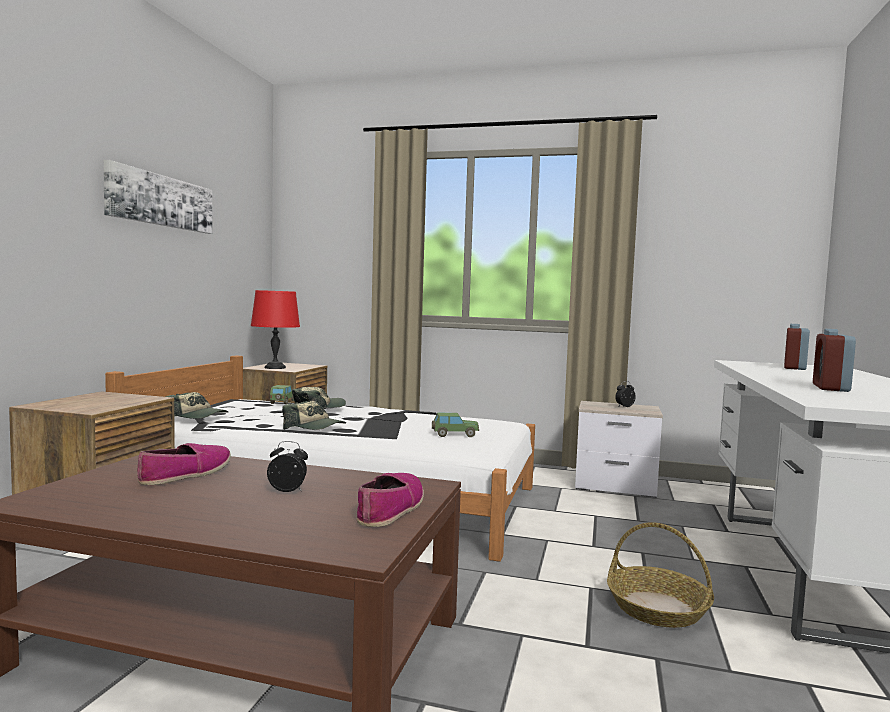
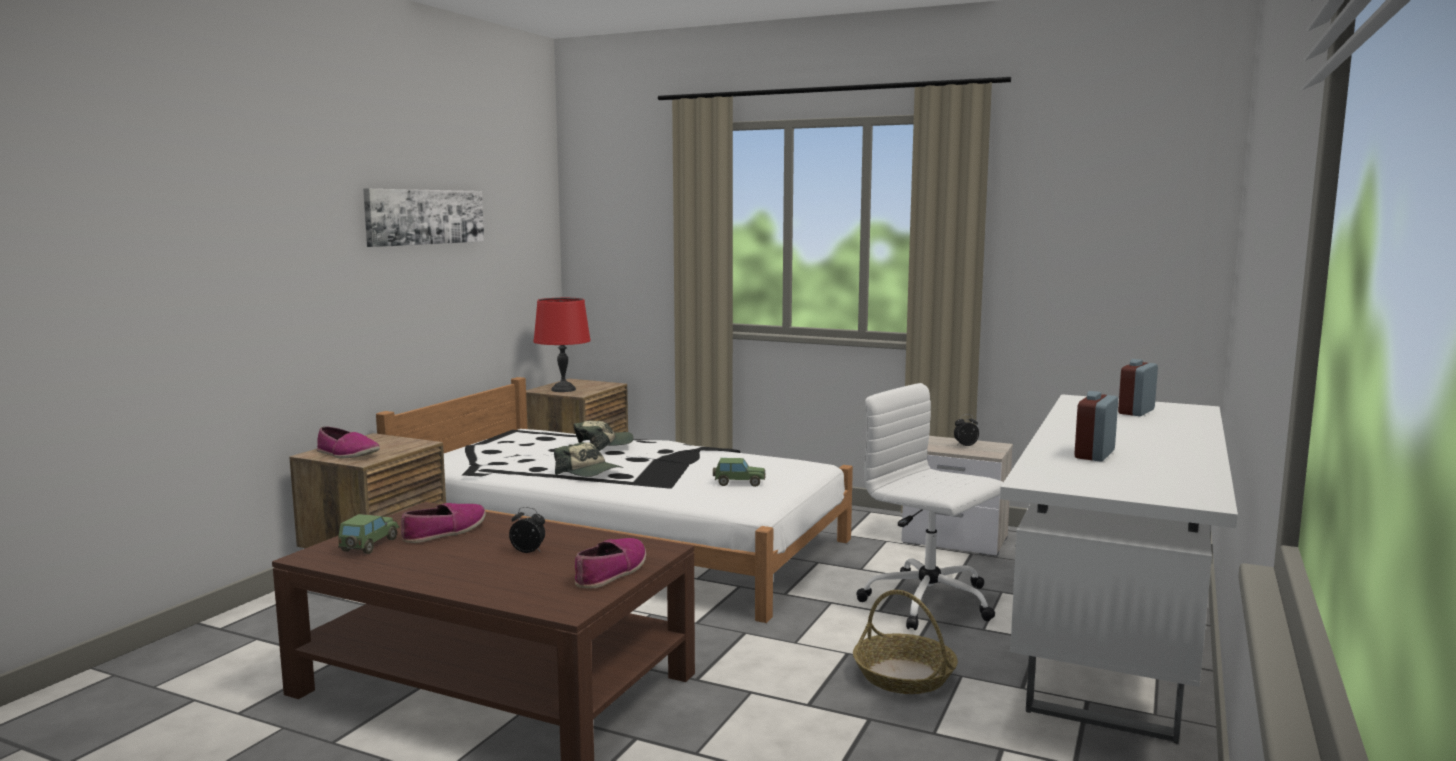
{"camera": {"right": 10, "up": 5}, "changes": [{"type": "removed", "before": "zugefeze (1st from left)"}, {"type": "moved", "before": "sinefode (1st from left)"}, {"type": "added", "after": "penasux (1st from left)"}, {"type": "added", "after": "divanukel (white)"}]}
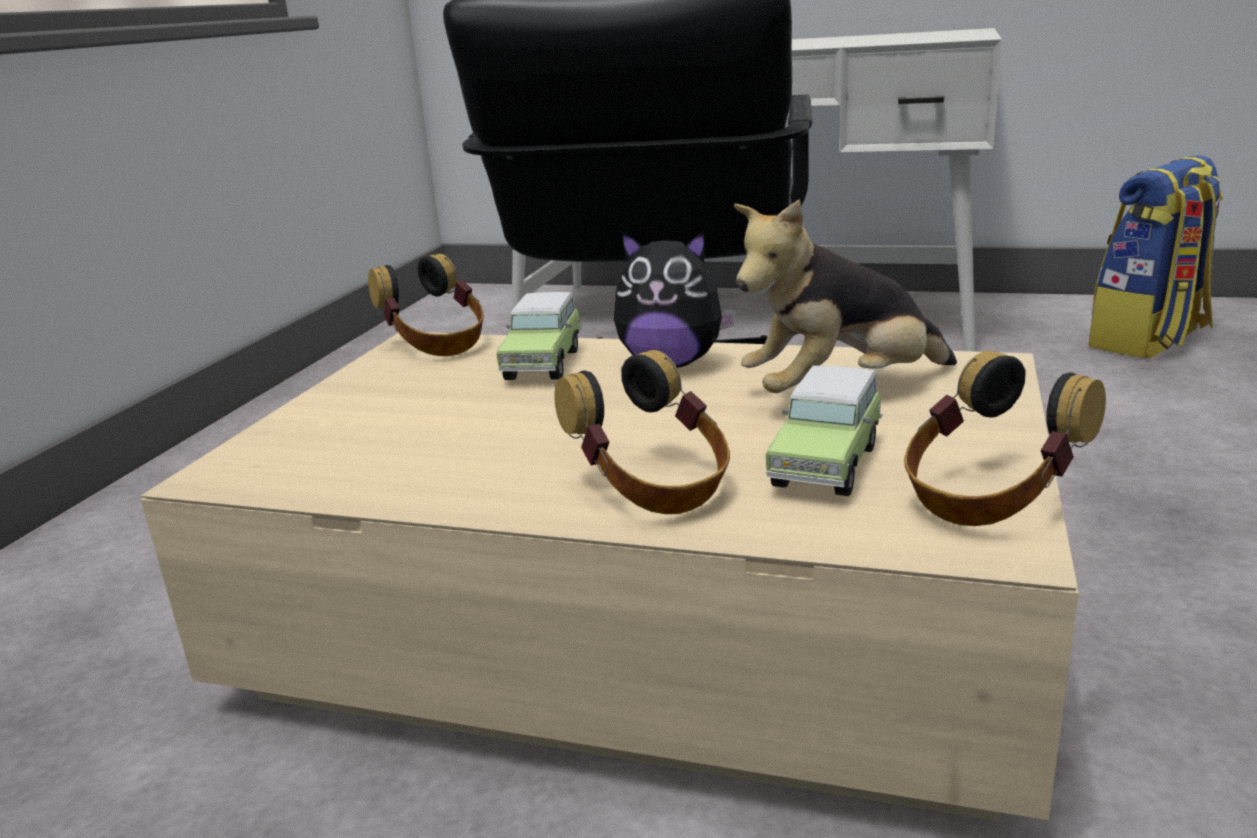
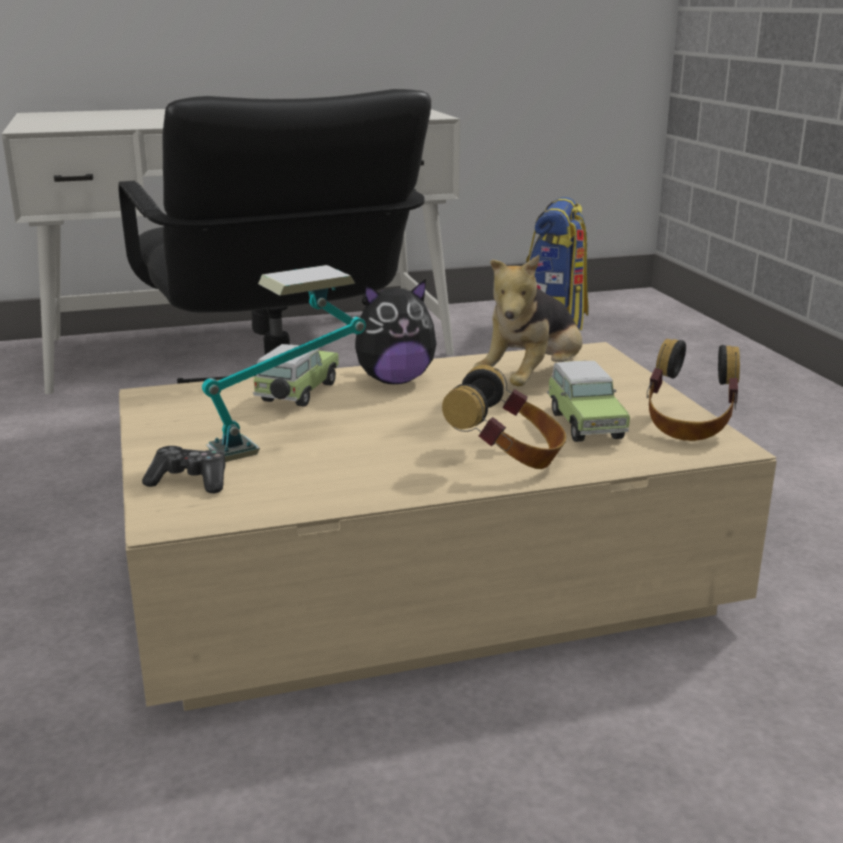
{"camera": {"right": -35, "up": 0}, "changes": [{"type": "removed", "before": "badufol (1st from left)"}, {"type": "turned", "before": "sinefode (1st from left)", "turn": -135}, {"type": "added", "after": "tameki"}, {"type": "added", "after": "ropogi"}]}
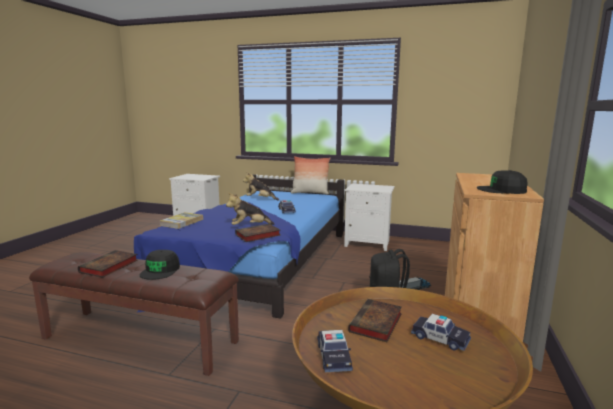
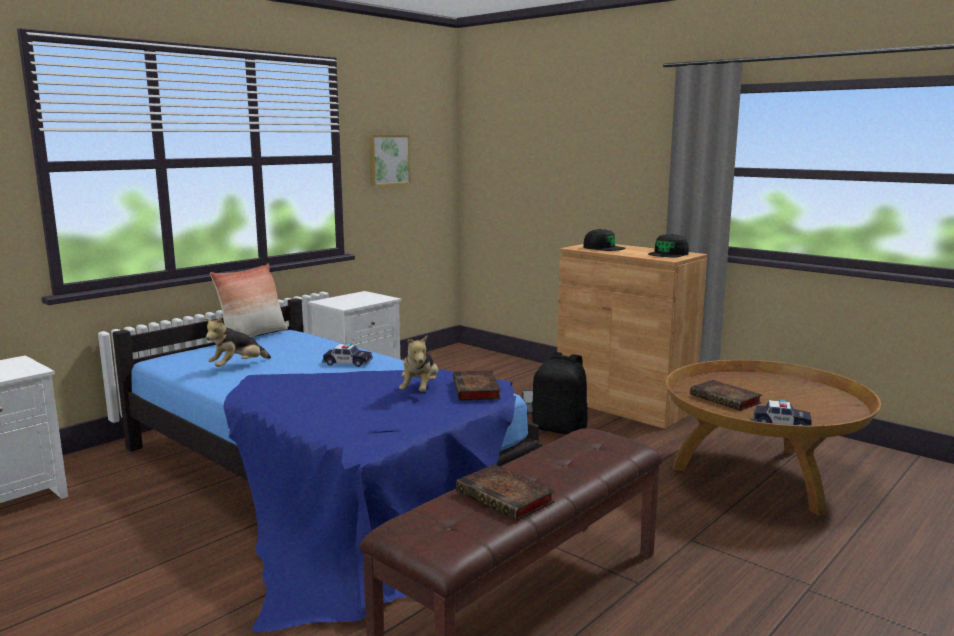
{"camera": {"right": -65, "up": 0}, "changes": [{"type": "moved", "before": "zugefeze (black) (1st from left)"}, {"type": "removed", "before": "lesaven (2nd from left)"}, {"type": "removed", "before": "sinefode (3rd from left)"}, {"type": "added", "after": "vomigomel"}]}
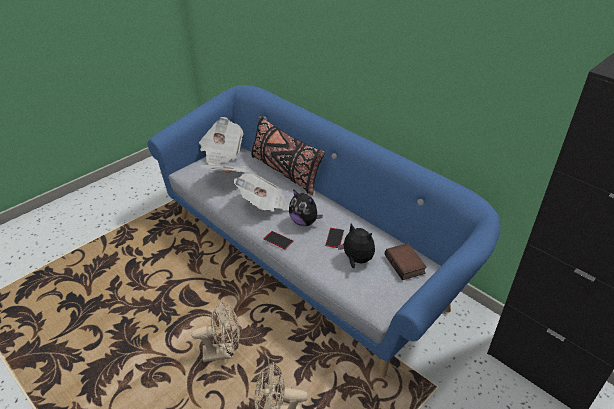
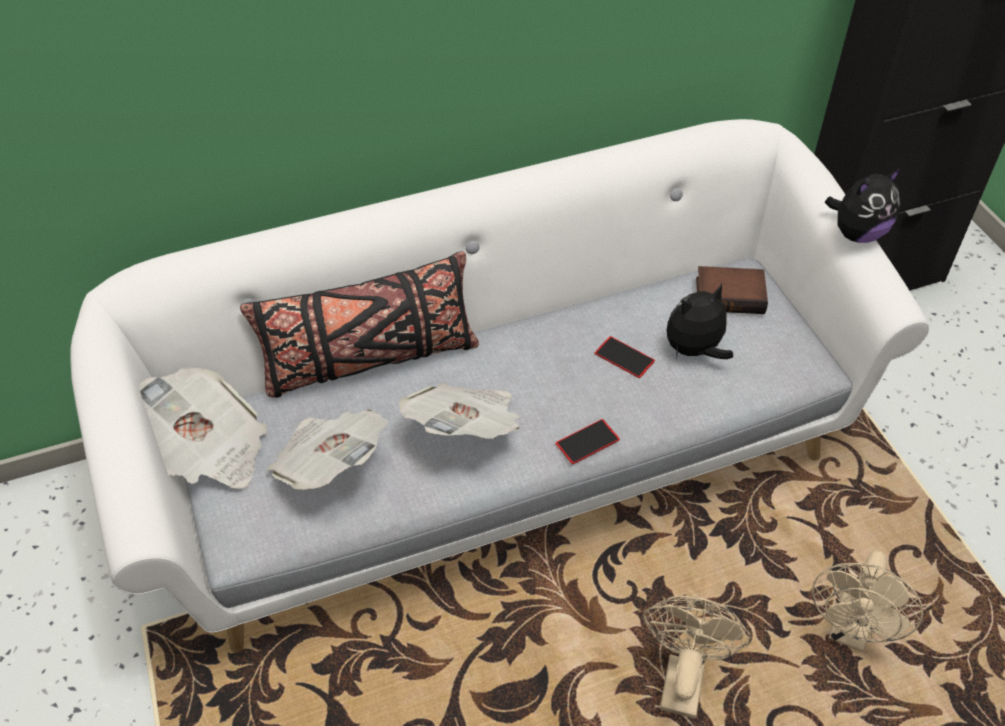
{"camera": {"right": -65, "up": 10}, "changes": [{"type": "recoloured", "before": "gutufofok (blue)", "after": "gutufofok (white)"}, {"type": "moved", "before": "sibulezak (1st from left in the first image)", "after": "sibulezak (2nd from left)"}]}
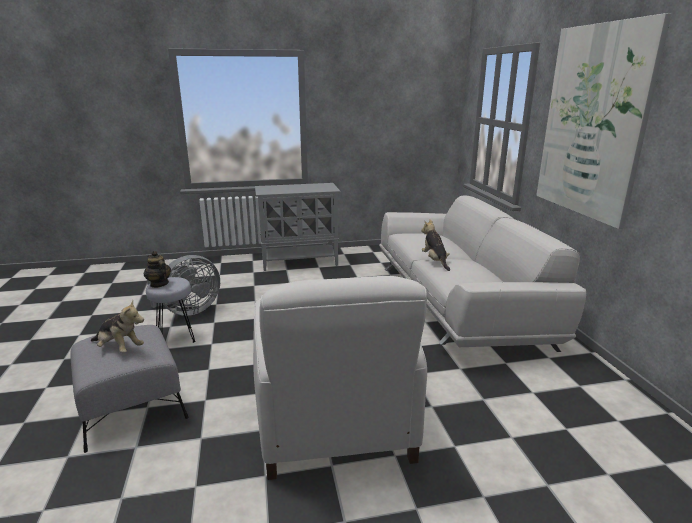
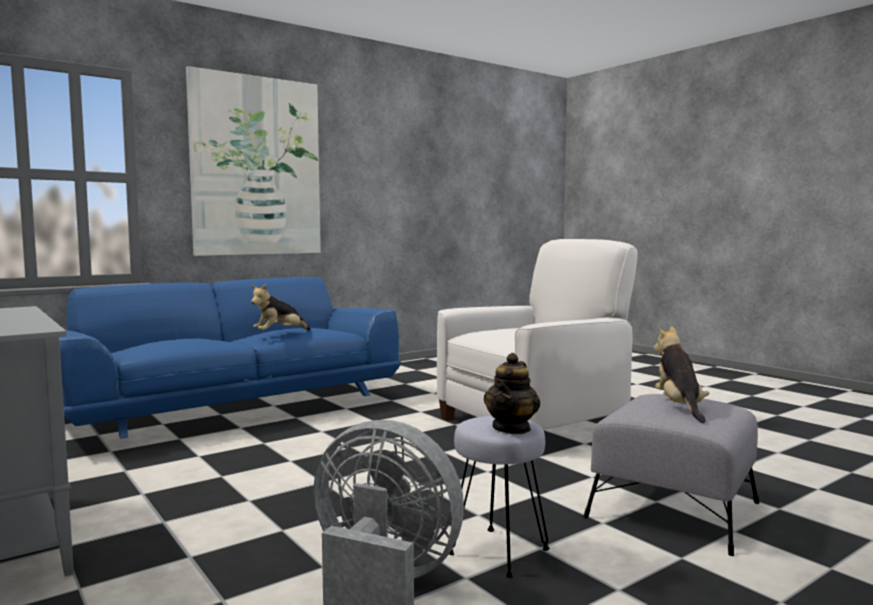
{"camera": {"right": -115, "up": -15}, "changes": [{"type": "recoloured", "before": "gutufofok (white)", "after": "gutufofok (blue)"}]}
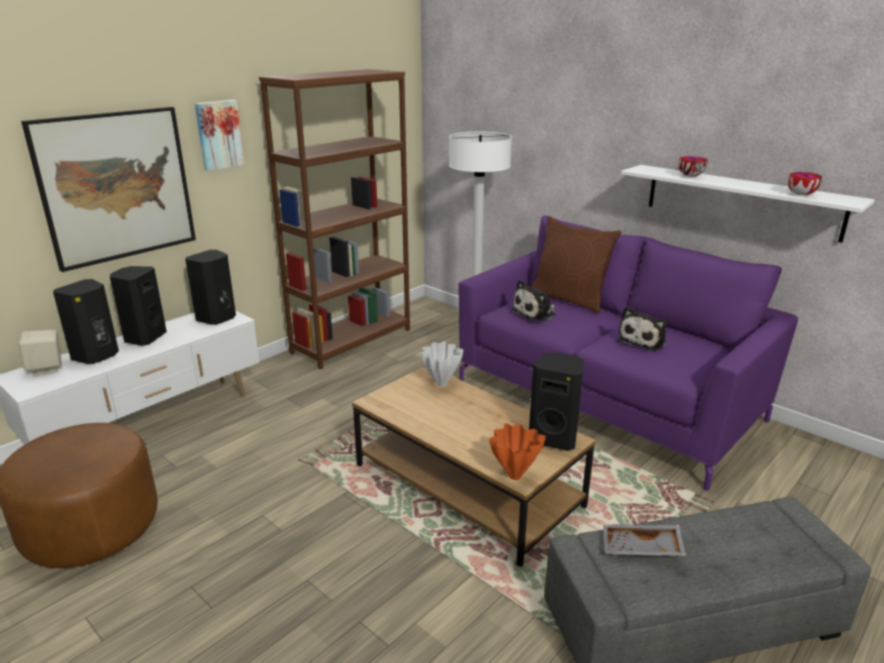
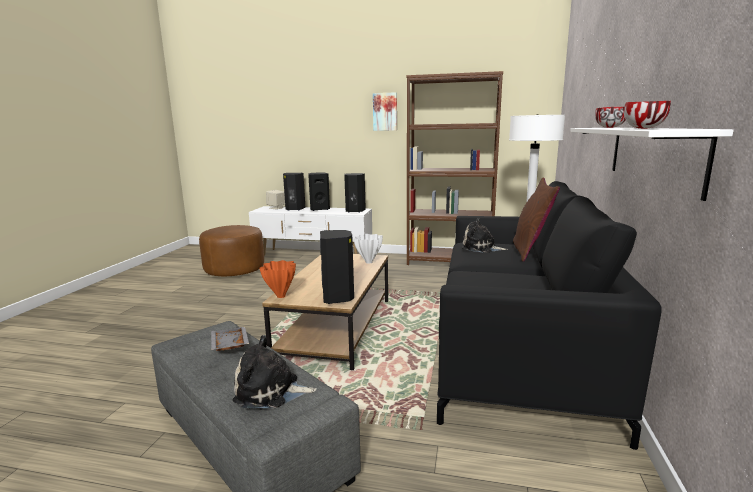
{"camera": {"right": 60, "up": -10}, "changes": [{"type": "removed", "before": "vomigomel (1st from left)"}, {"type": "recoloured", "before": "gutufofok (purple)", "after": "gutufofok (black)"}, {"type": "moved", "before": "sibulezak (2nd from left in the first image)", "after": "sibulezak (1st from left)"}]}
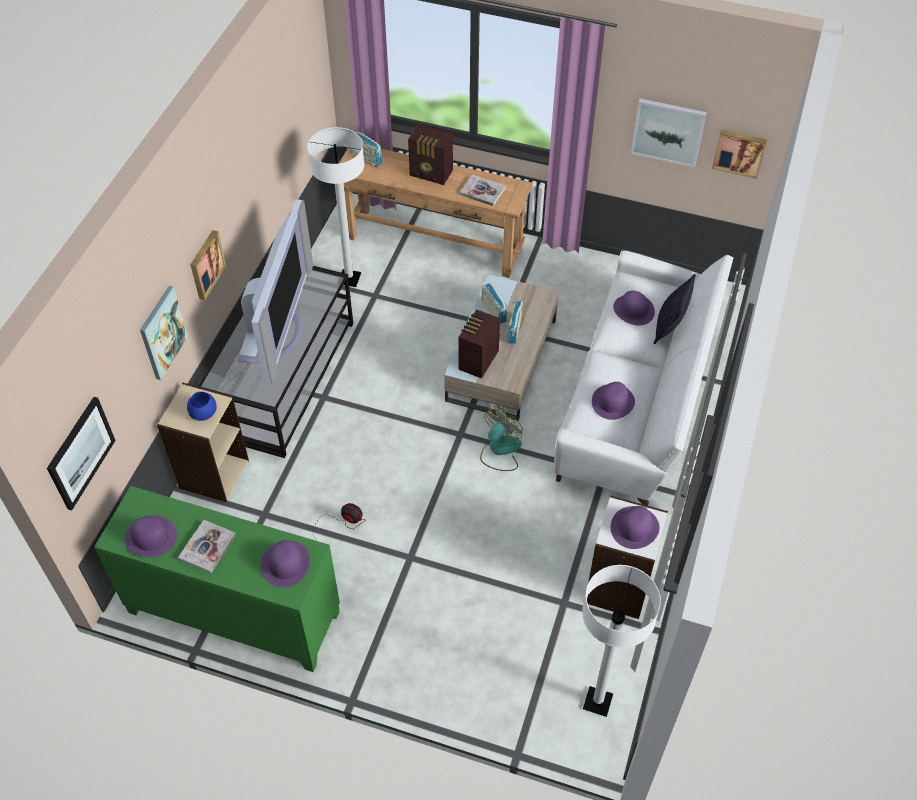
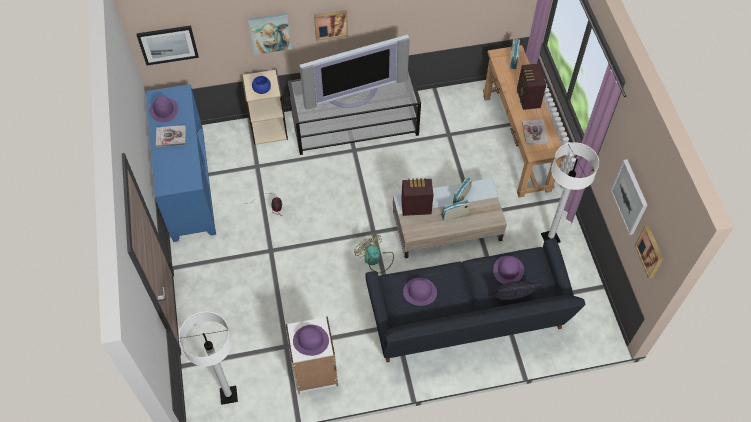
{"camera": {"right": 60, "up": 5}, "changes": [{"type": "recoloured", "before": "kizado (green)", "after": "kizado (blue)"}, {"type": "removed", "before": "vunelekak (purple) (2nd from left)"}, {"type": "moved", "before": "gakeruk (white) (1st from left in the first image)", "after": "gakeruk (white) (2nd from left)"}, {"type": "turned", "before": "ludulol (2nd from left)", "turn": -135}, {"type": "recoloured", "before": "gutufofok (white)", "after": "gutufofok (black)"}]}
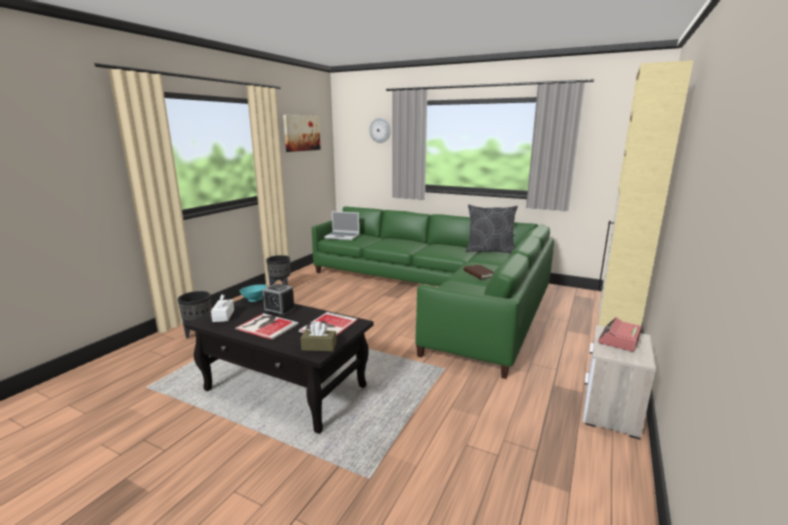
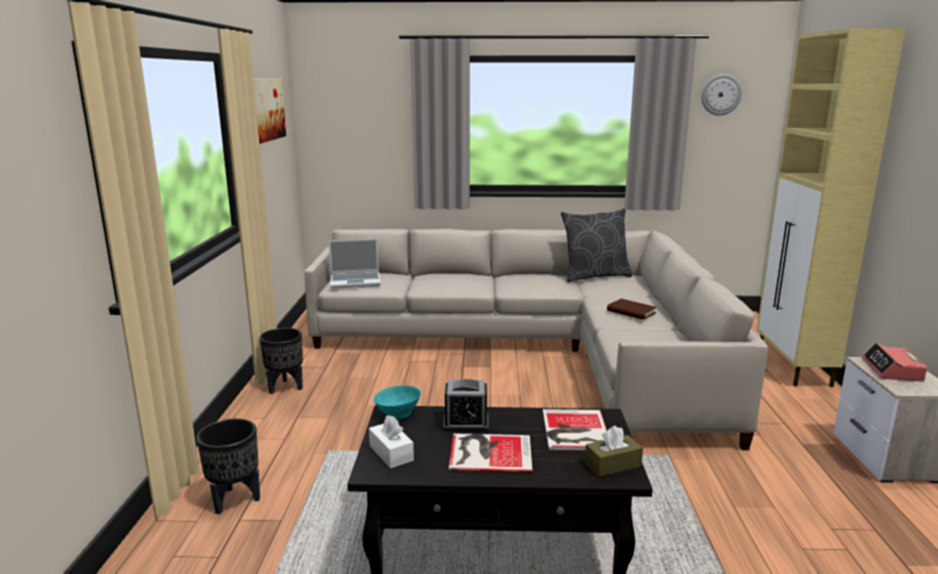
{"camera": {"right": -25, "up": 0}, "changes": [{"type": "recoloured", "before": "gutufofok (green)", "after": "gutufofok (beige)"}, {"type": "moved", "before": "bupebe"}]}
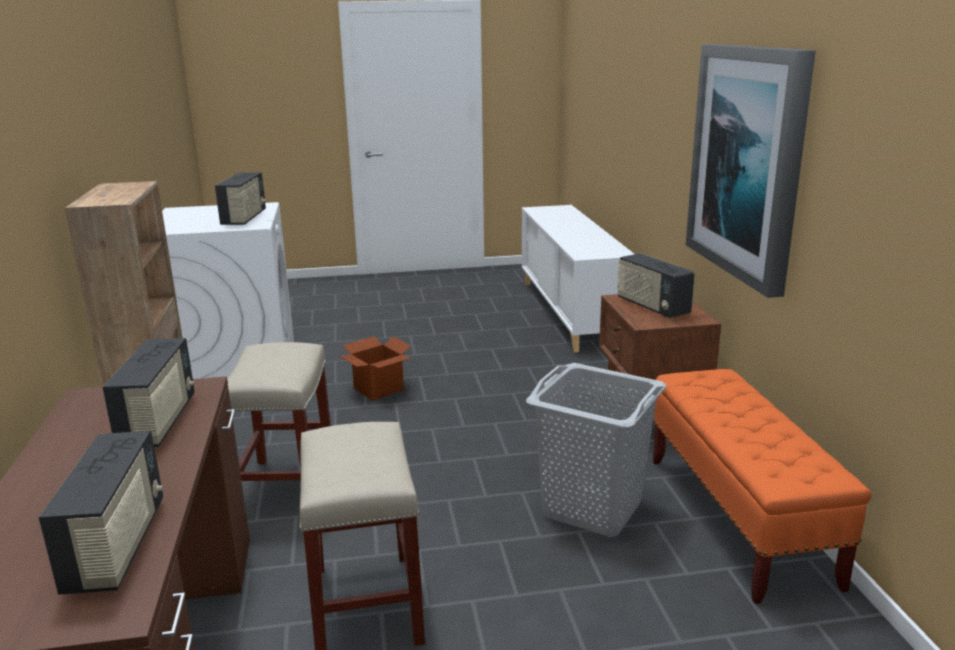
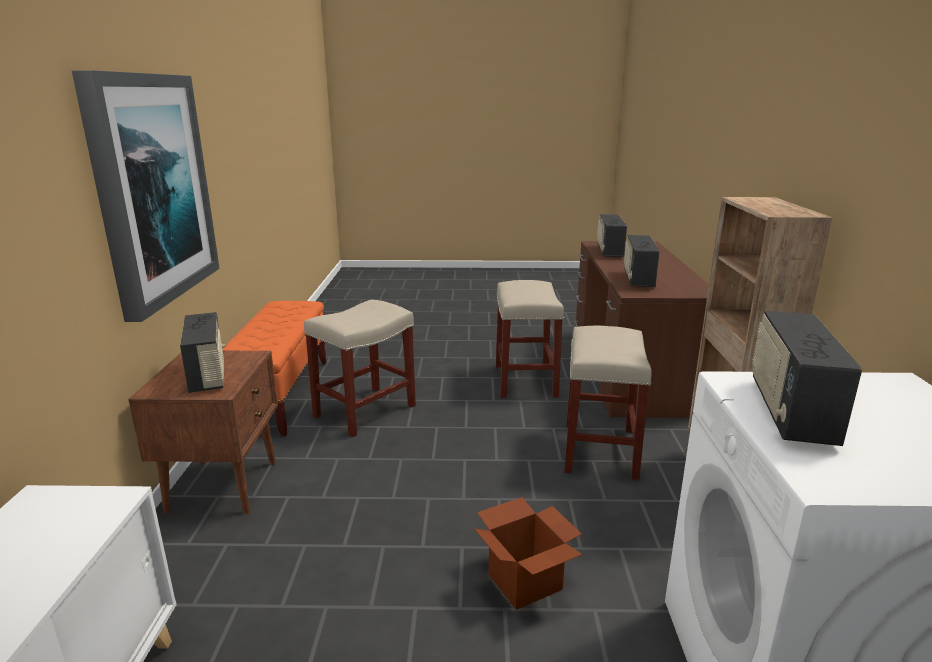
{"camera": {"right": -170, "up": 0}, "changes": [{"type": "replaced", "before": "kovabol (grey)", "after": "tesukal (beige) (1st from left)"}]}
